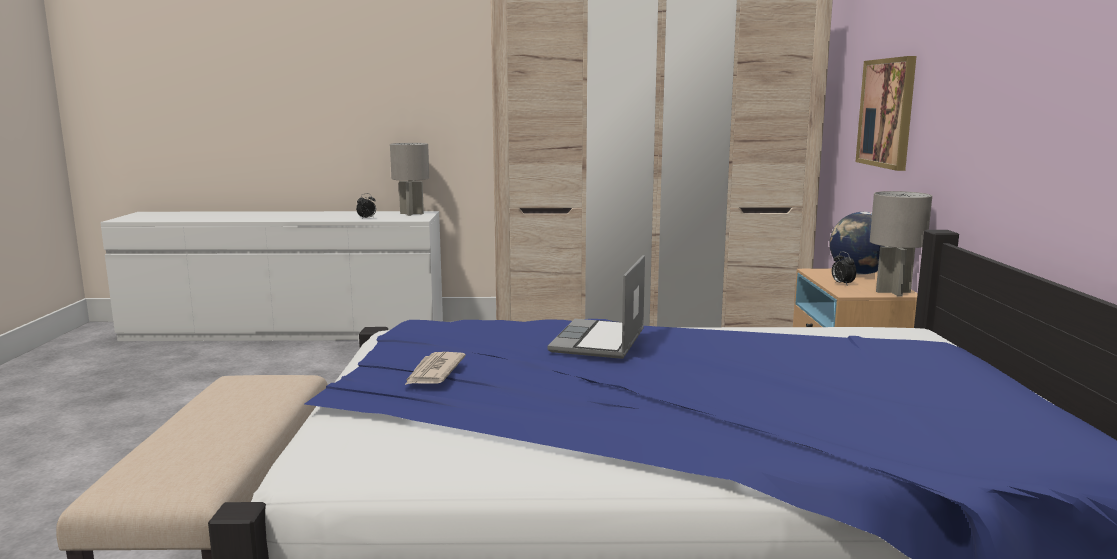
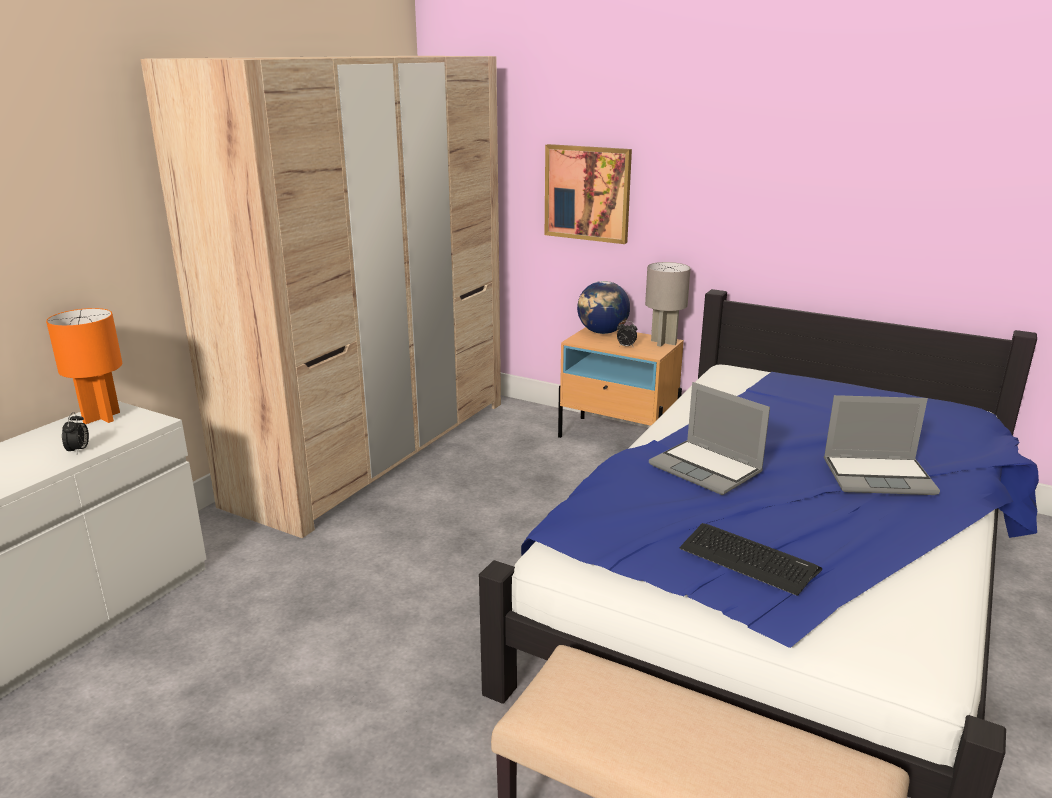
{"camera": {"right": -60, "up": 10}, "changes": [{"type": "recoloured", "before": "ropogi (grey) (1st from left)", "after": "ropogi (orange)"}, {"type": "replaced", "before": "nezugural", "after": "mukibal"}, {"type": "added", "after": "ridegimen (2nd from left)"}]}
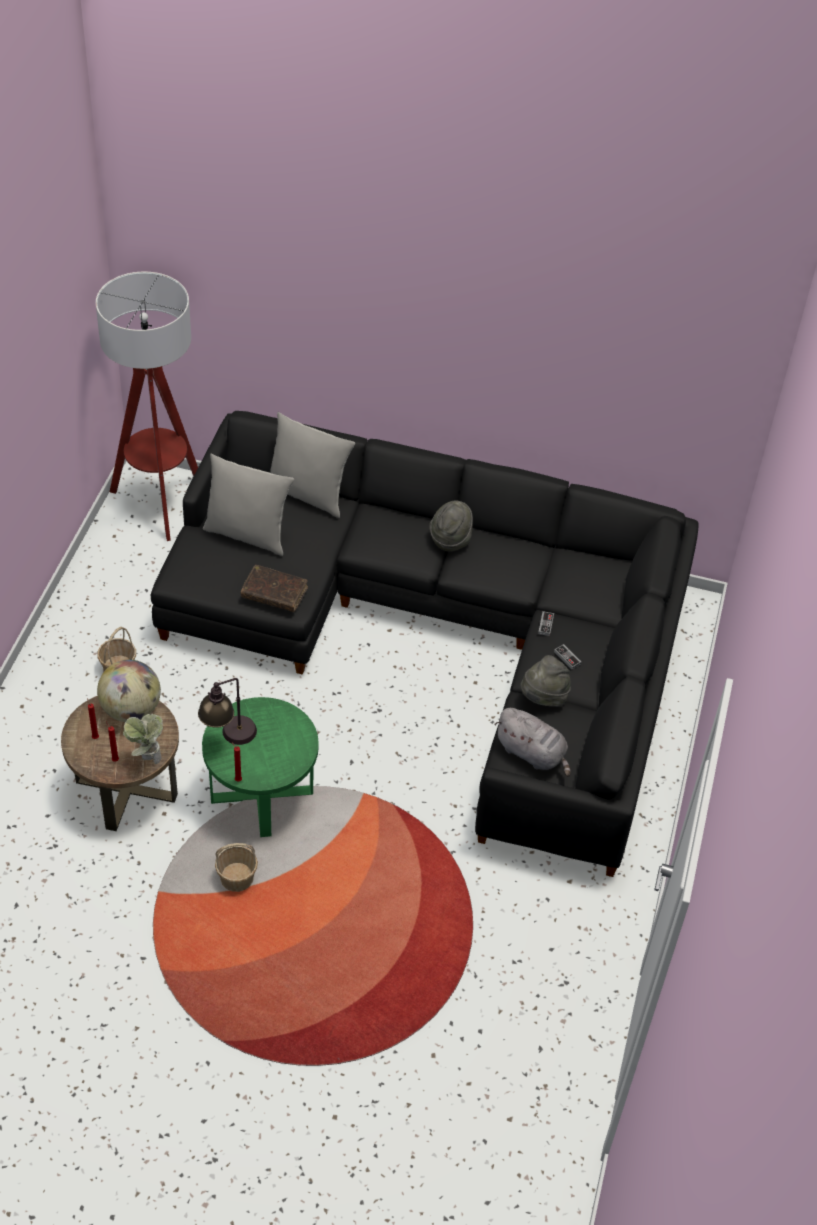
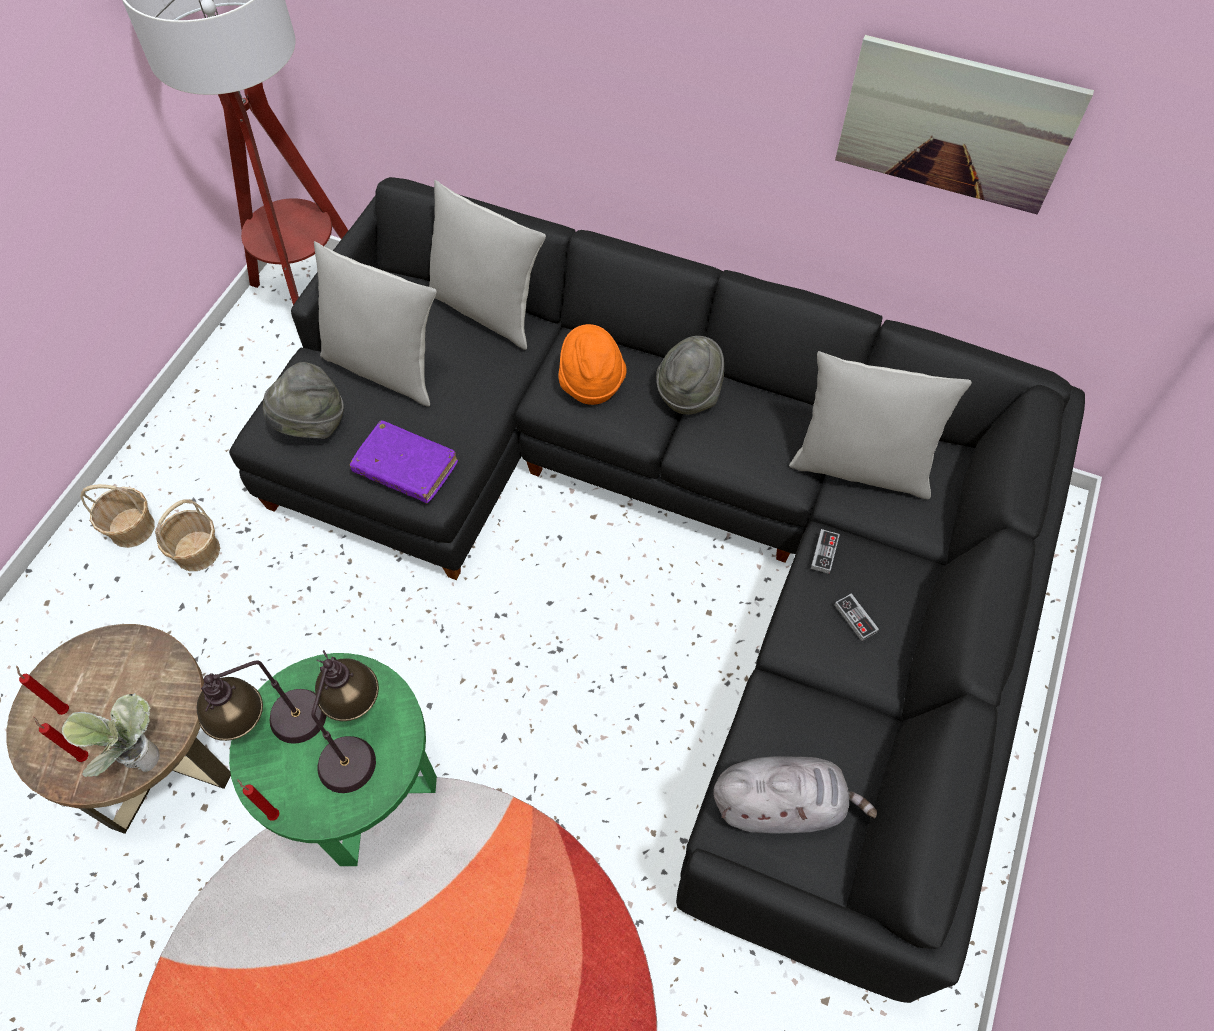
{"camera": {"right": 10, "up": 10}, "changes": [{"type": "removed", "before": "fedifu"}, {"type": "moved", "before": "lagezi (2nd from left in the first image)", "after": "lagezi (1st from left)"}, {"type": "recoloured", "before": "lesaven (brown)", "after": "lesaven (purple)"}, {"type": "turned", "before": "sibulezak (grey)", "turn": -45}, {"type": "moved", "before": "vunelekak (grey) (2nd from left in the first image)", "after": "vunelekak (grey) (1st from left)"}, {"type": "added", "after": "ropogi (2nd from left)"}, {"type": "added", "after": "vunelekak (orange)"}, {"type": "added", "after": "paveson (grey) (3rd from left)"}, {"type": "added", "after": "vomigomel"}]}
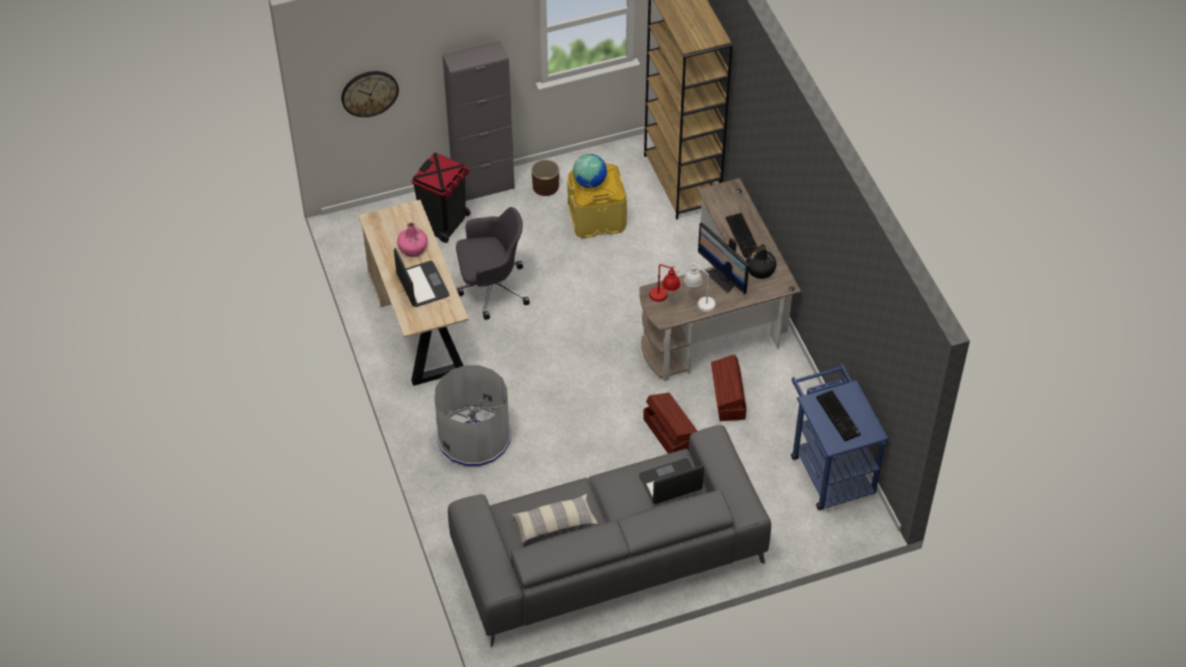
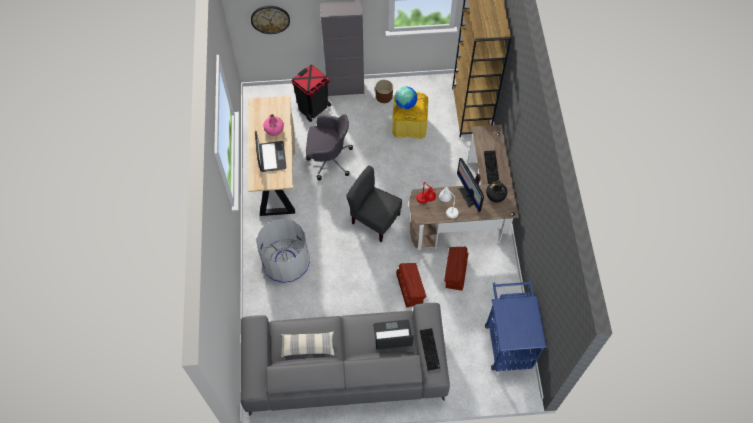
{"camera": {"right": 15, "up": 10}, "changes": [{"type": "moved", "before": "mukibal (2nd from left in the first image)", "after": "mukibal (1st from left)"}, {"type": "added", "after": "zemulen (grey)"}]}
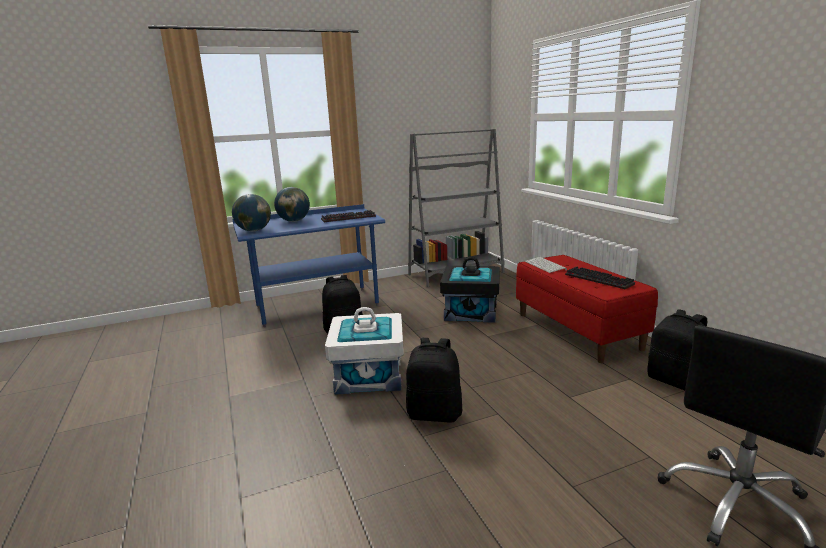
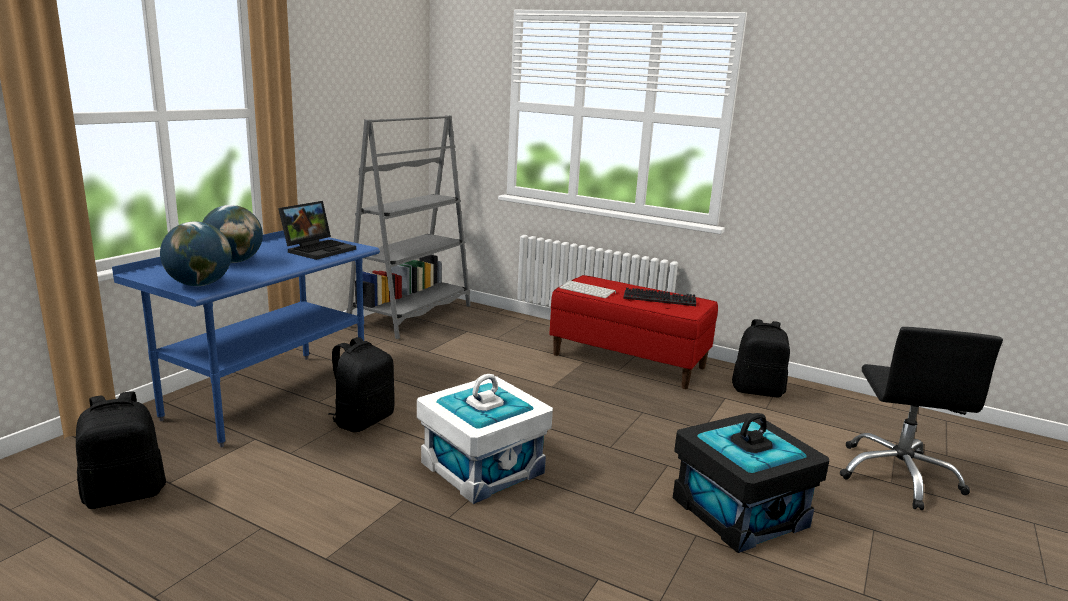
{"camera": {"right": -40, "up": 0}, "changes": [{"type": "replaced", "before": "mukibal (1st from left)", "after": "ridegimen"}, {"type": "moved", "before": "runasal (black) (2nd from left in the first image)", "after": "runasal (black) (1st from left)"}, {"type": "moved", "before": "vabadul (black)"}]}
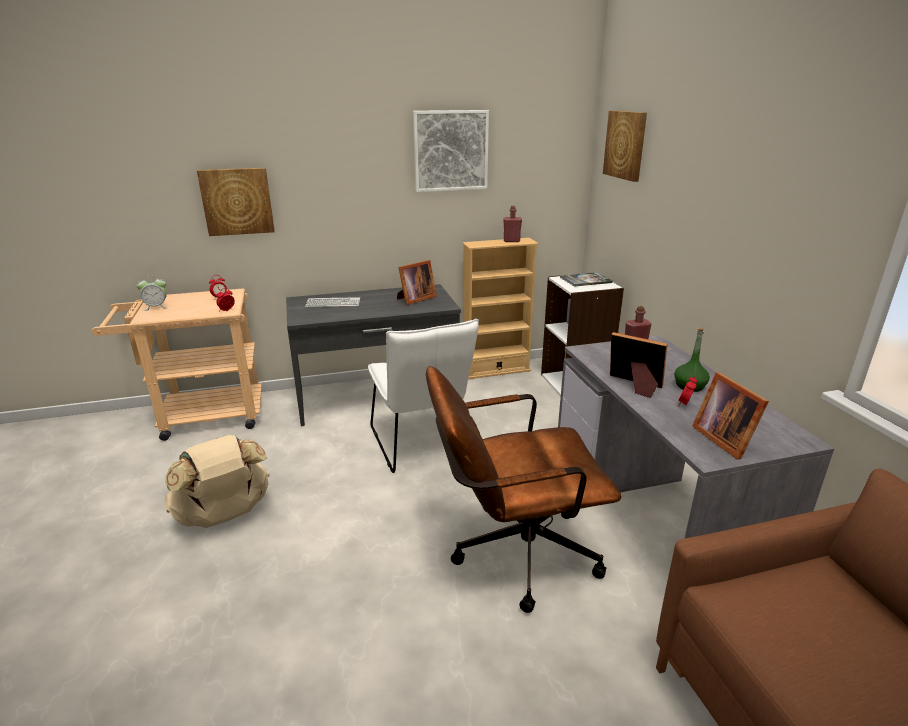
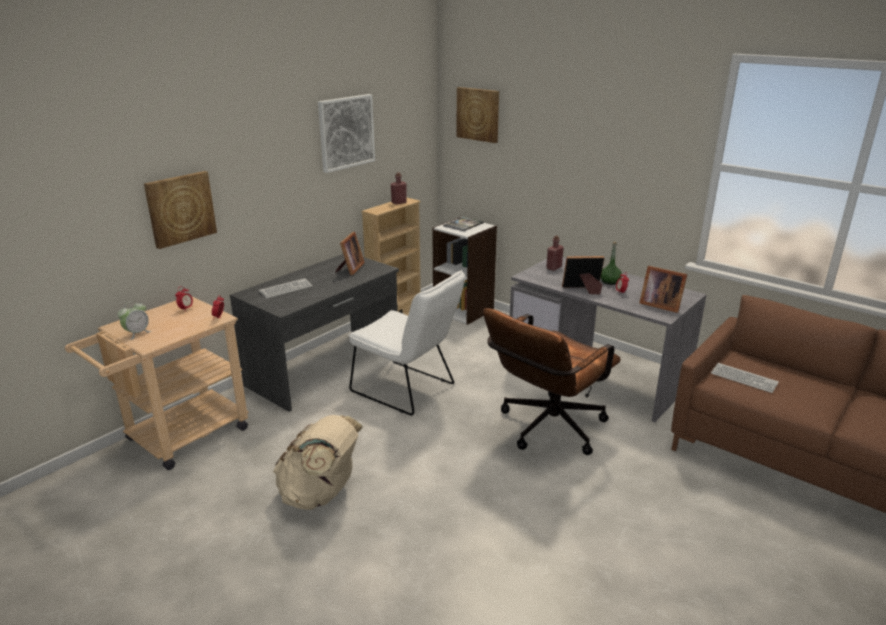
{"camera": {"right": -35, "up": 0}, "changes": [{"type": "added", "after": "mukibal (2nd from left)"}]}
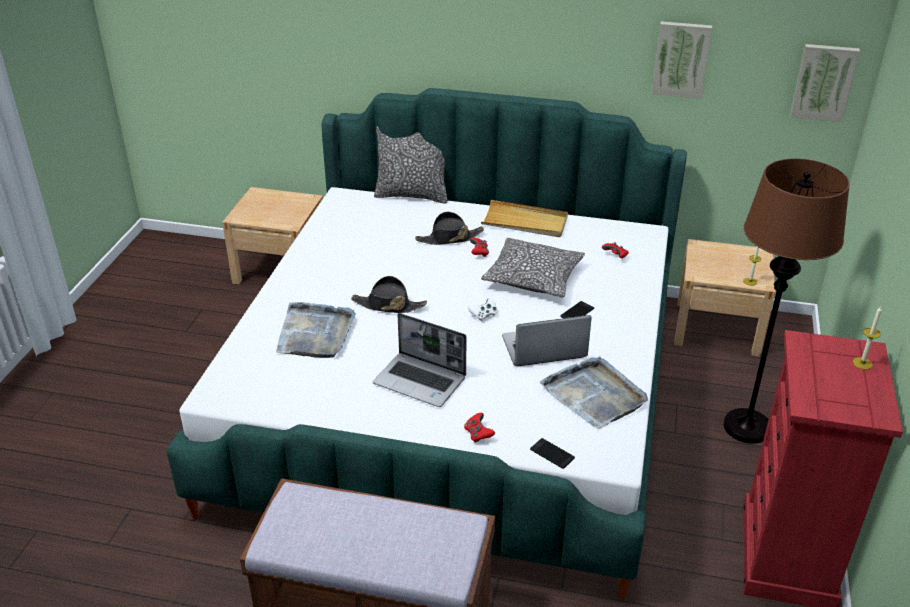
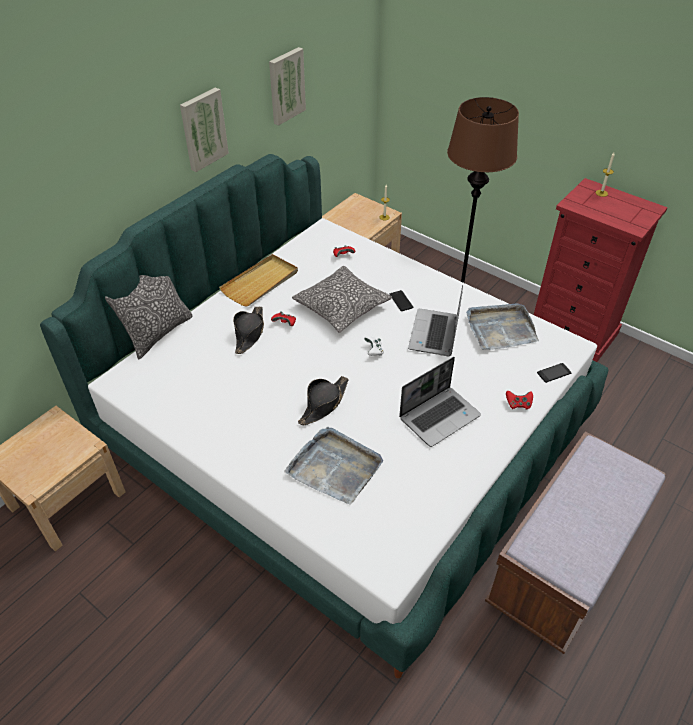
{"camera": {"right": -65, "up": 10}, "changes": [{"type": "moved", "before": "vomigomel (2nd from left in the first image)", "after": "vomigomel (1st from left)"}]}
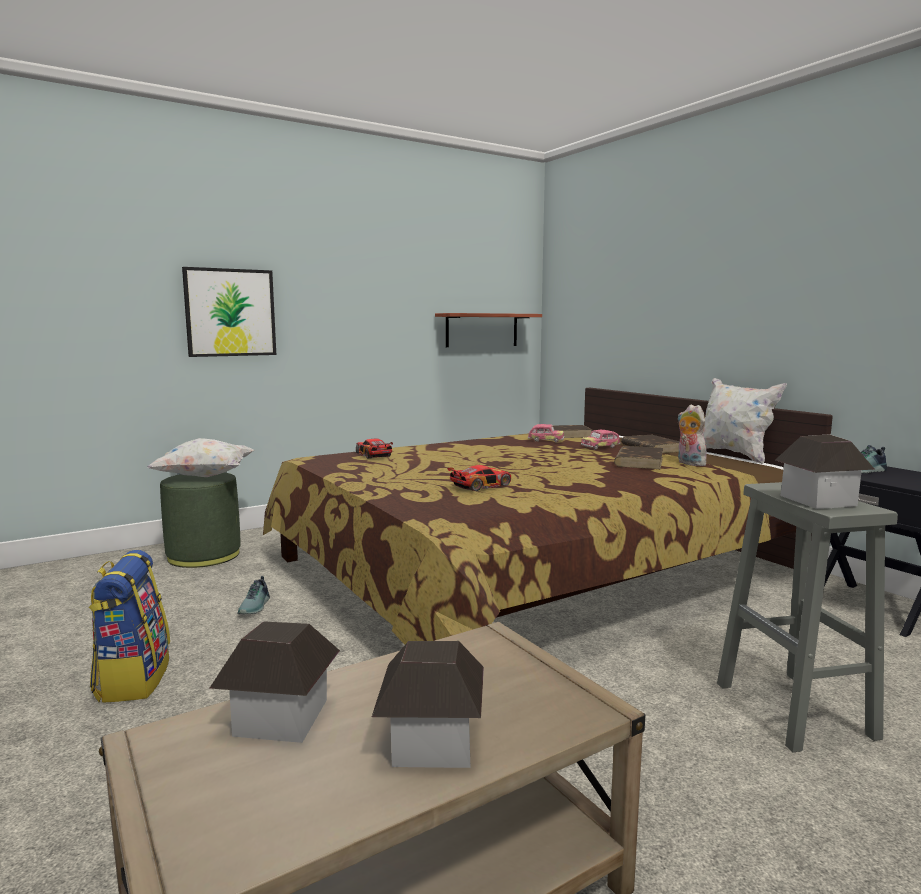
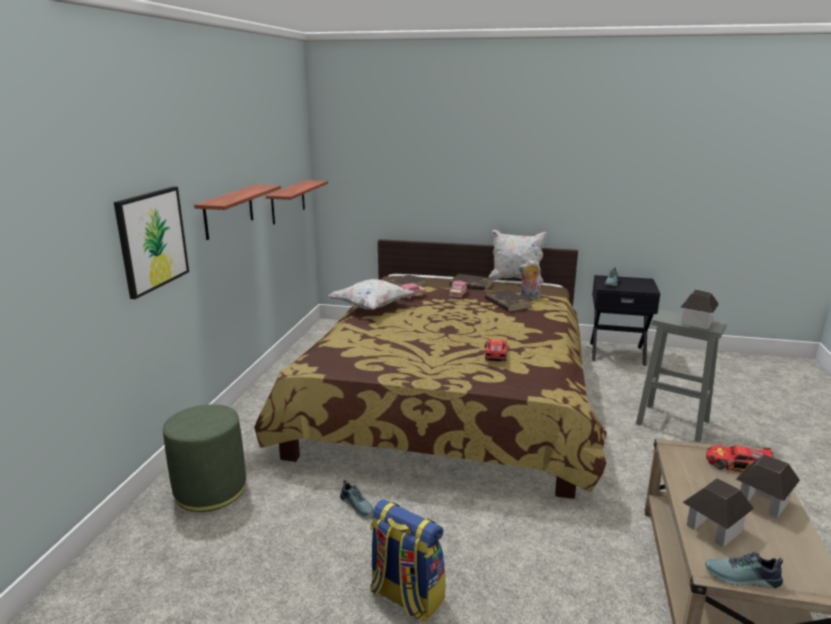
{"camera": {"right": -45, "up": 10}, "changes": [{"type": "moved", "before": "paveson (white) (1st from left)"}, {"type": "moved", "before": "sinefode (1st from left in the first image)", "after": "sinefode (4th from left)"}, {"type": "added", "after": "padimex (1st from left)"}, {"type": "added", "after": "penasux (3rd from left)"}]}
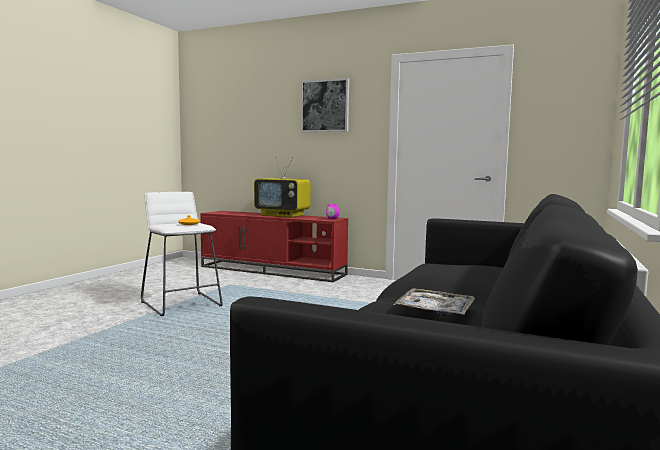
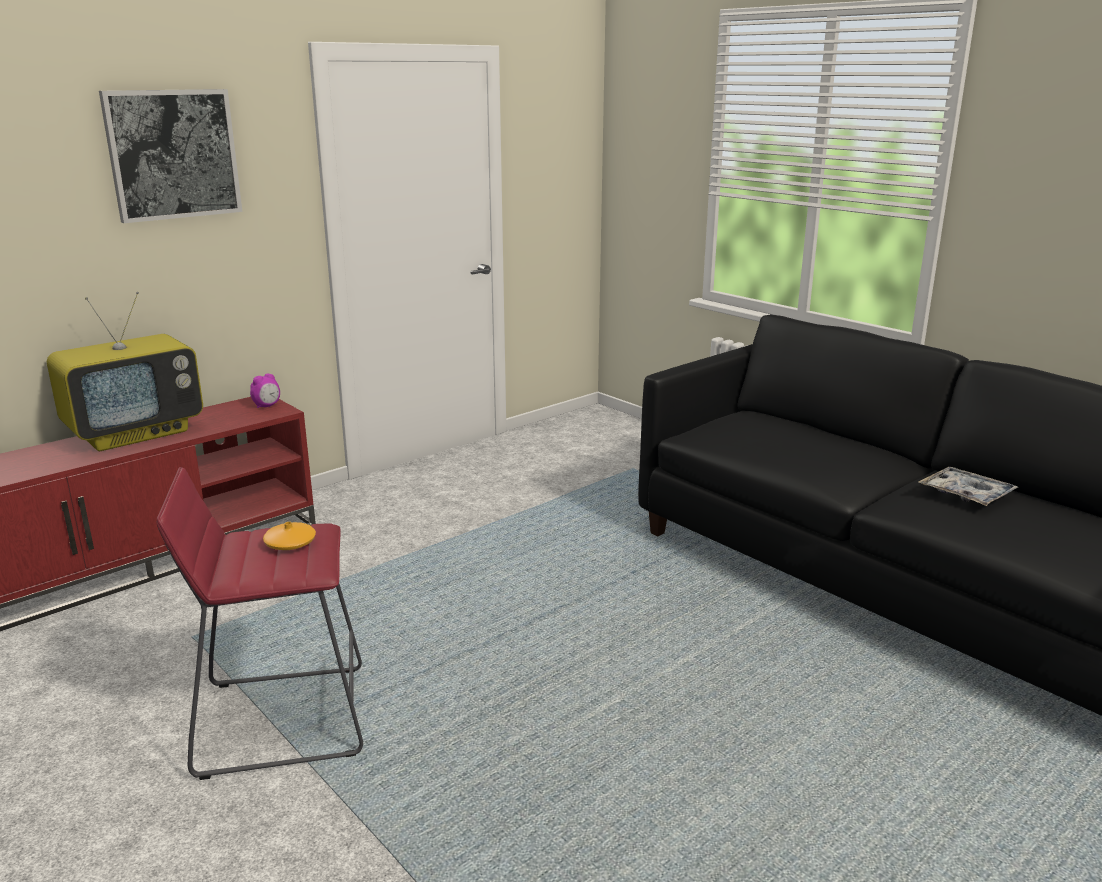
{"camera": {"right": -65, "up": 15}, "changes": [{"type": "recoloured", "before": "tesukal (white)", "after": "tesukal (red)"}]}
